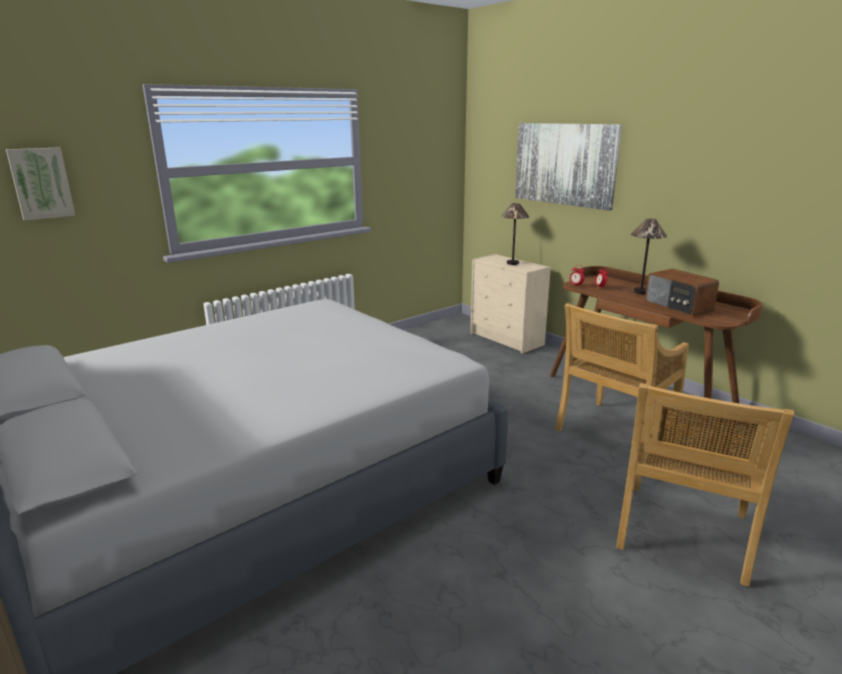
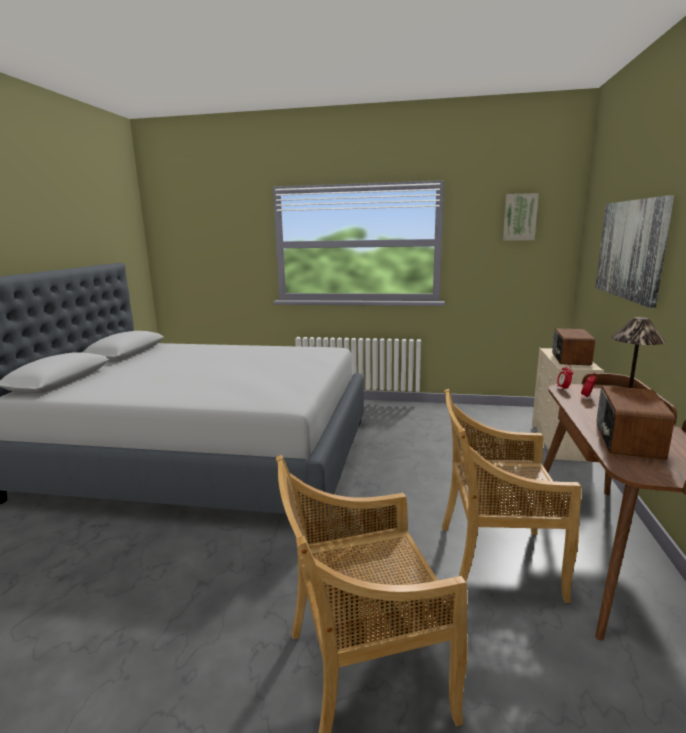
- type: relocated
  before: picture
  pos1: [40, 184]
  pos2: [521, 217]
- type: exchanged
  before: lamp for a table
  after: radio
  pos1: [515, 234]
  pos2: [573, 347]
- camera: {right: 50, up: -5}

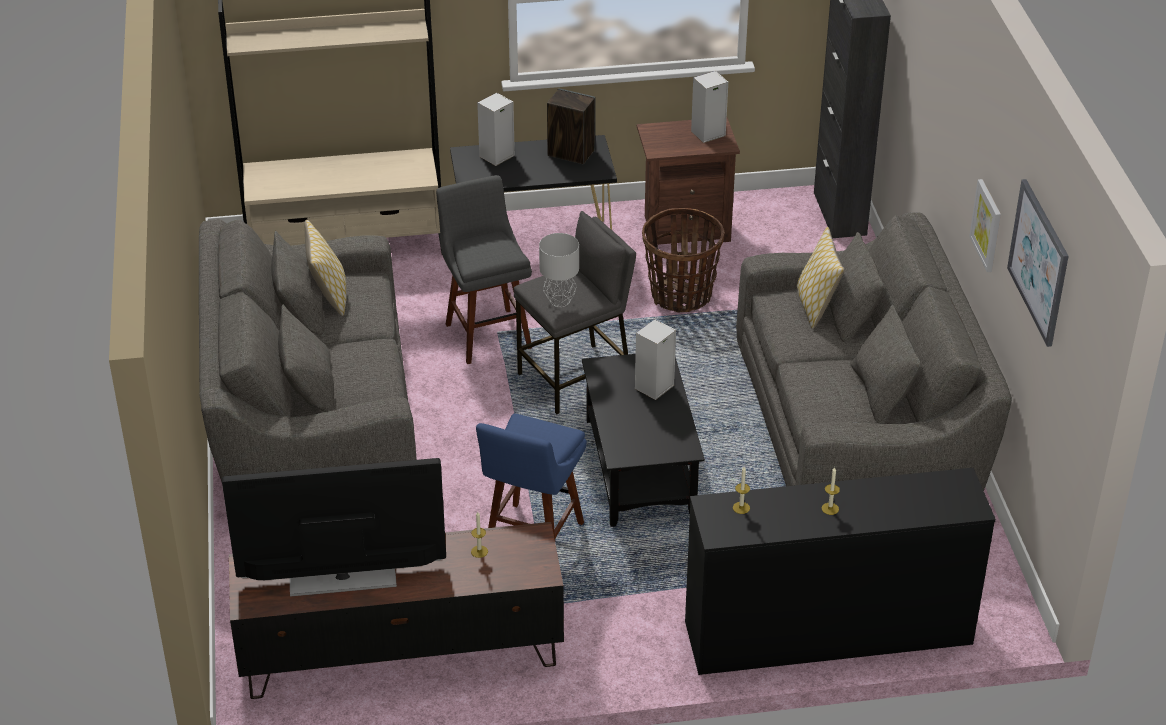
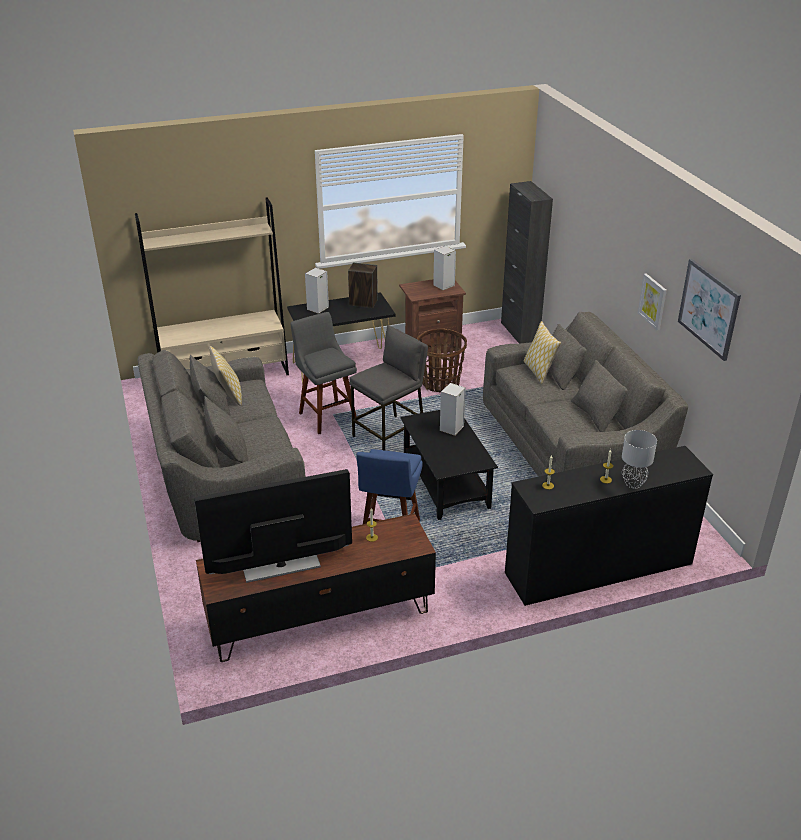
- type: relocated
  before: gray lamp for a table
  pos1: [559, 270]
  pos2: [639, 459]
- camera: {right: -10, up: -5}

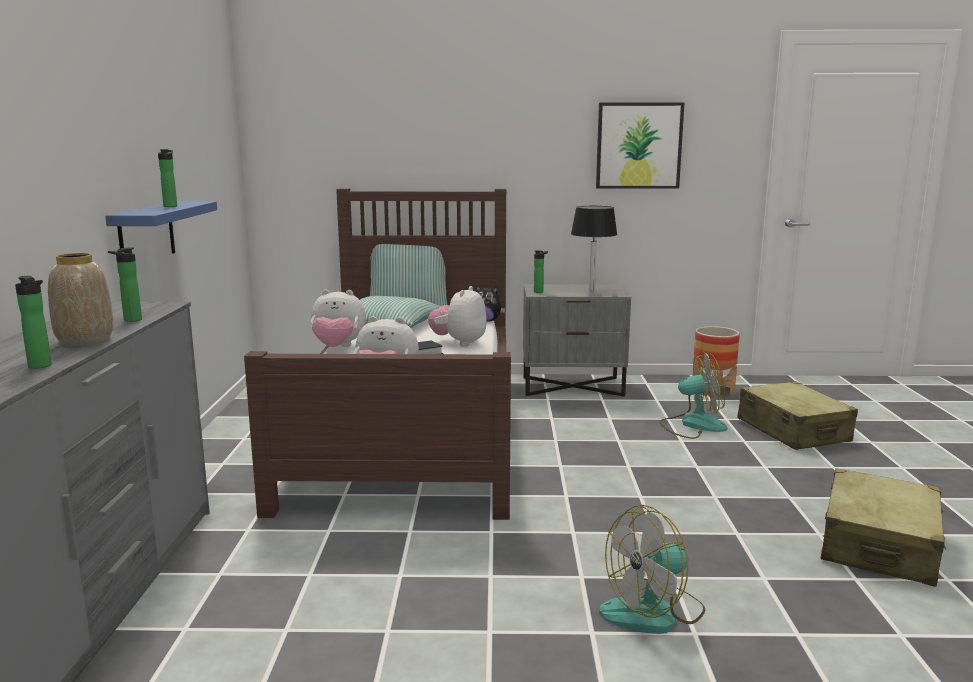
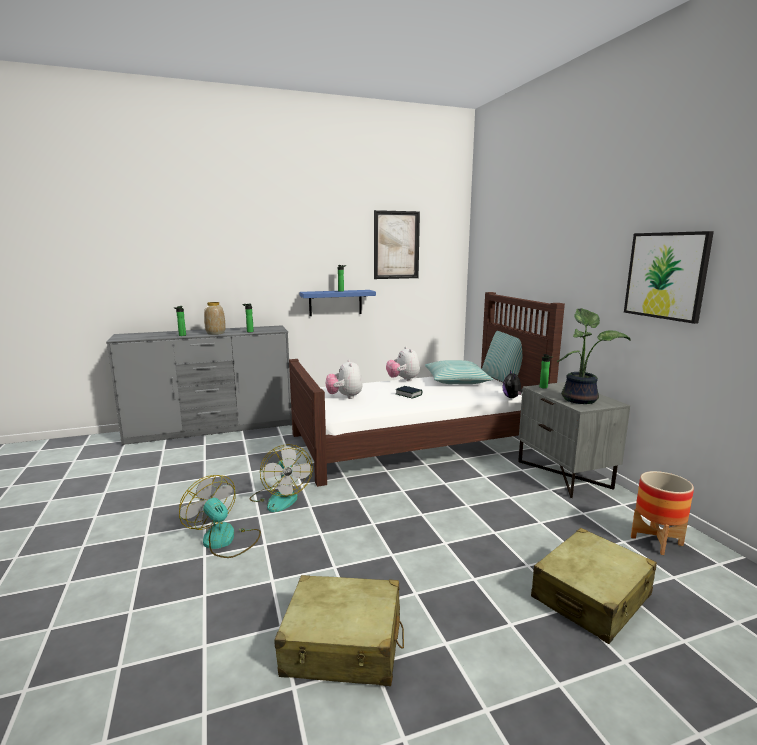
- type: missing
  before: plush toy
  pos1: [457, 316]
- type: appeared
  after: picture
  pos2: [397, 244]
- type: relocated
  before: fan
  pos1: [693, 395]
  pos2: [281, 478]
- type: exchanged
  before: blackish lamp for a table
  after: houseplant
  pos1: [594, 248]
  pos2: [594, 356]
- camera: {right: 70, up: 0}

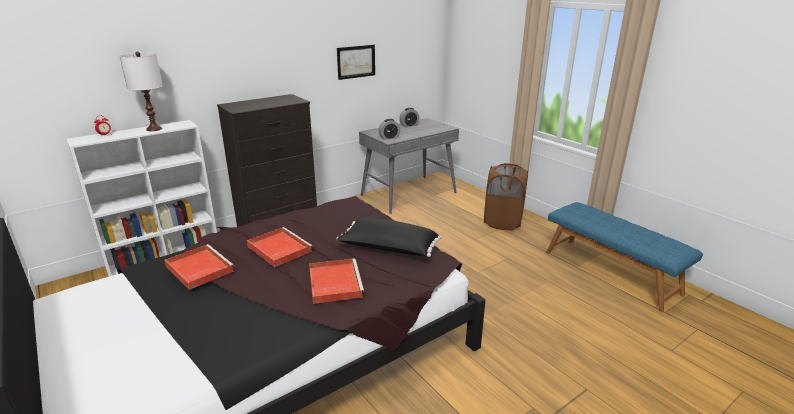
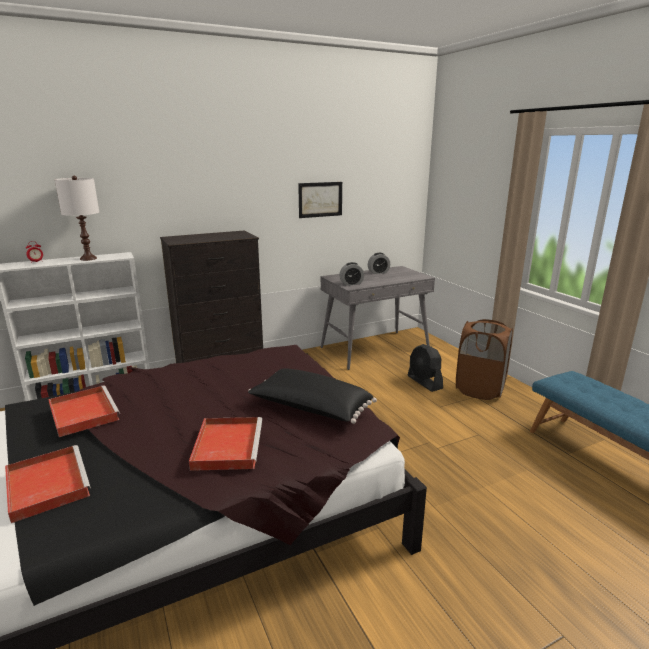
- type: appeared
  after: blackish fan
  pos2: [425, 368]
- type: relocated
  before: red serving tray
  pos1: [280, 247]
  pos2: [48, 484]
- camera: {right: 10, up: -5}

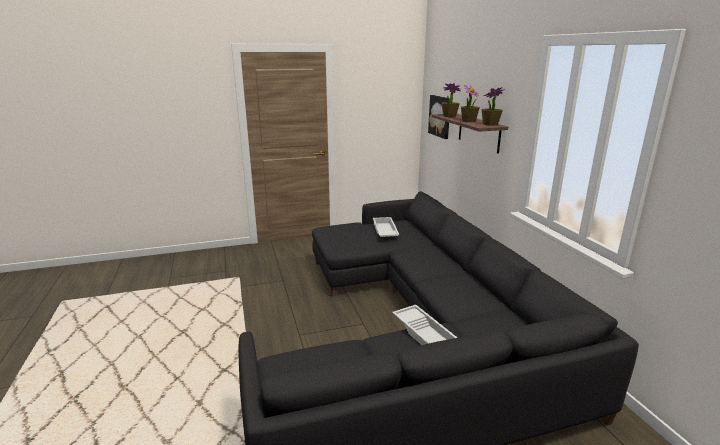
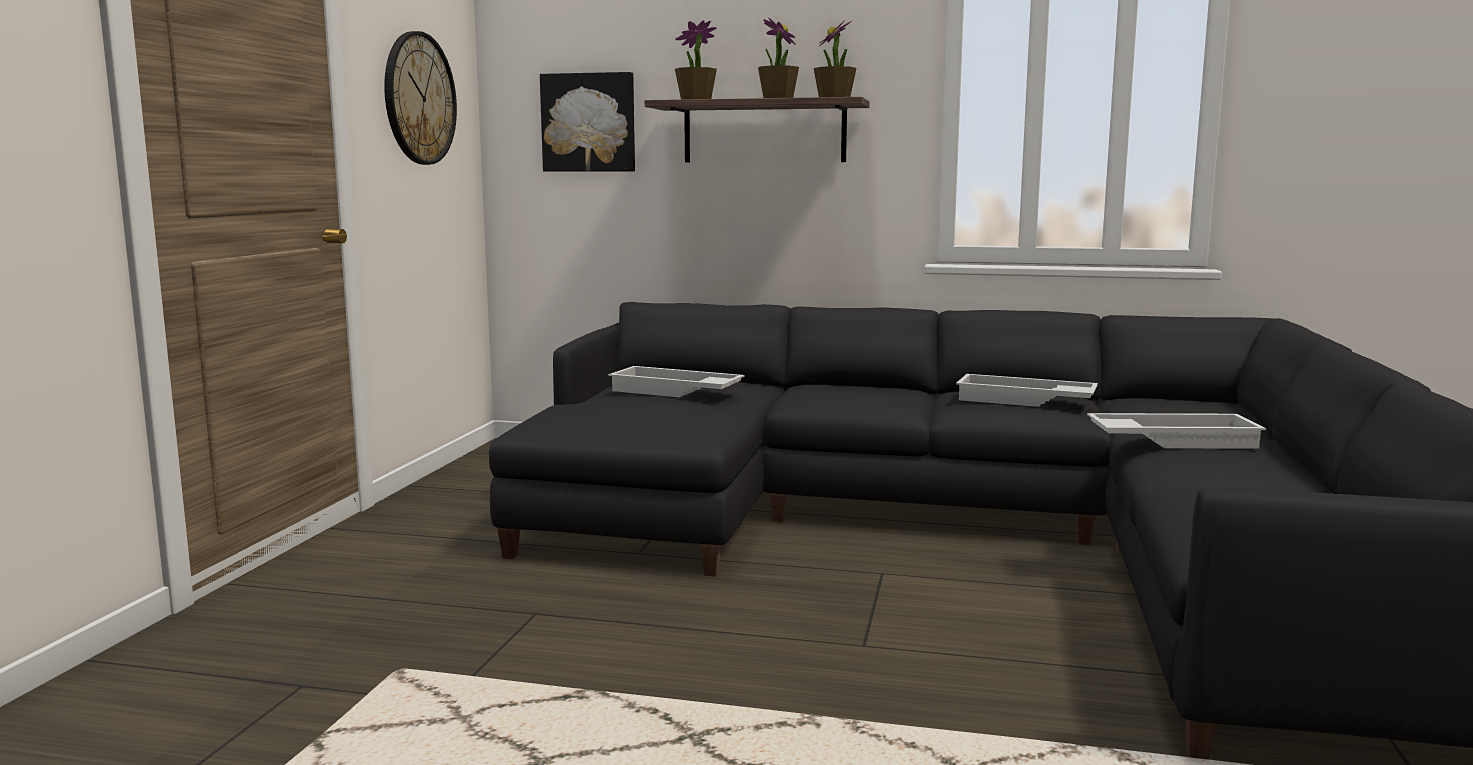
- type: appeared
  after: clock on the wall
  pos2: [420, 98]
- type: appeared
  after: whitish serving tray
  pos2: [1027, 390]
- camera: {right: -60, up: -10}

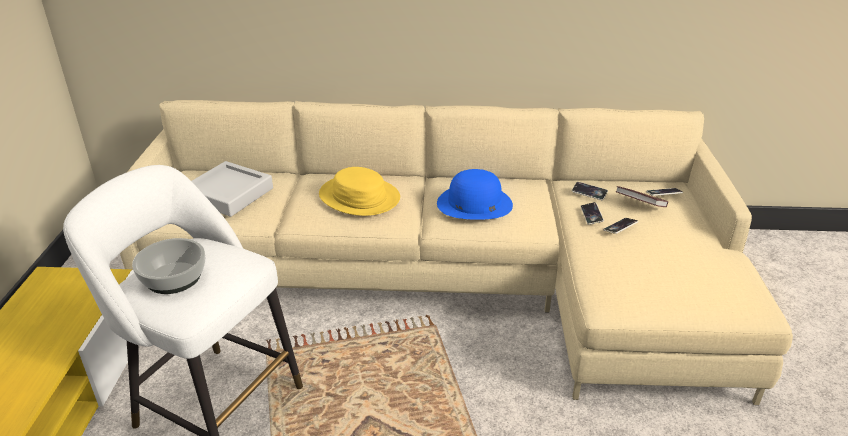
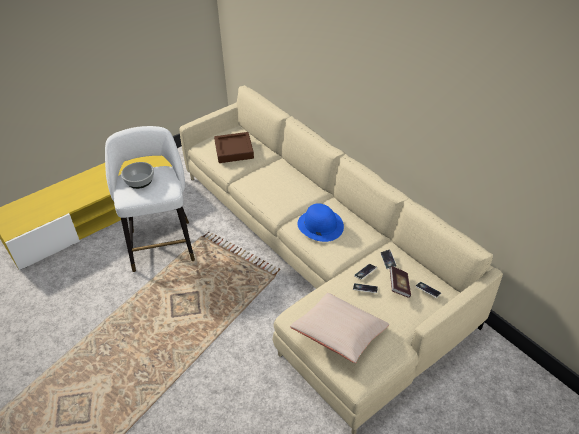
- type: missing
  before: yellow-coloured hat
  pos1: [359, 191]
- type: appeared
  after: sand-coloured pillow
  pos2: [339, 328]
- type: colour
  before: gray serving tray
  after: brownish serving tray
  pos1: [232, 189]
  pos2: [234, 147]
- camera: {right: 50, up: 10}

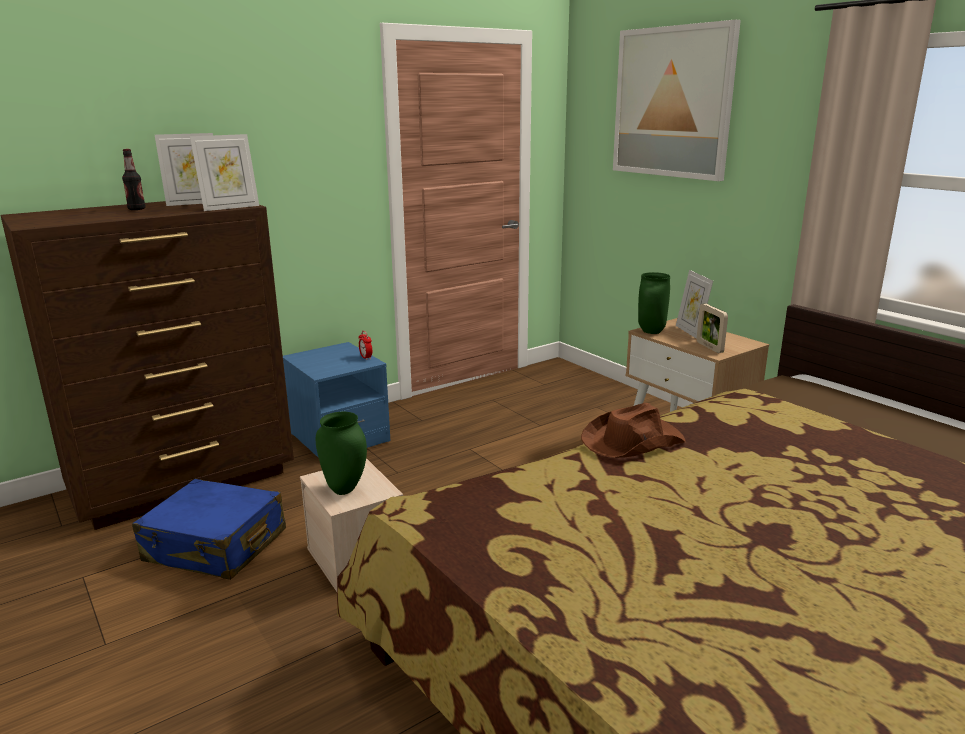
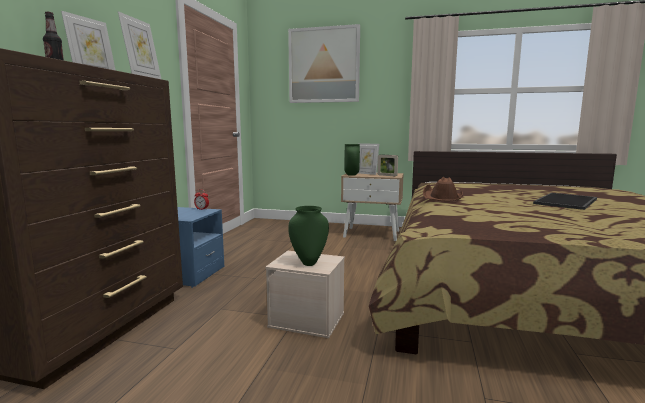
- type: missing
  before: bluish suitcase
  pos1: [209, 529]
- type: appeared
  after: serving tray
  pos2: [565, 201]
- camera: {right: -40, up: -10}

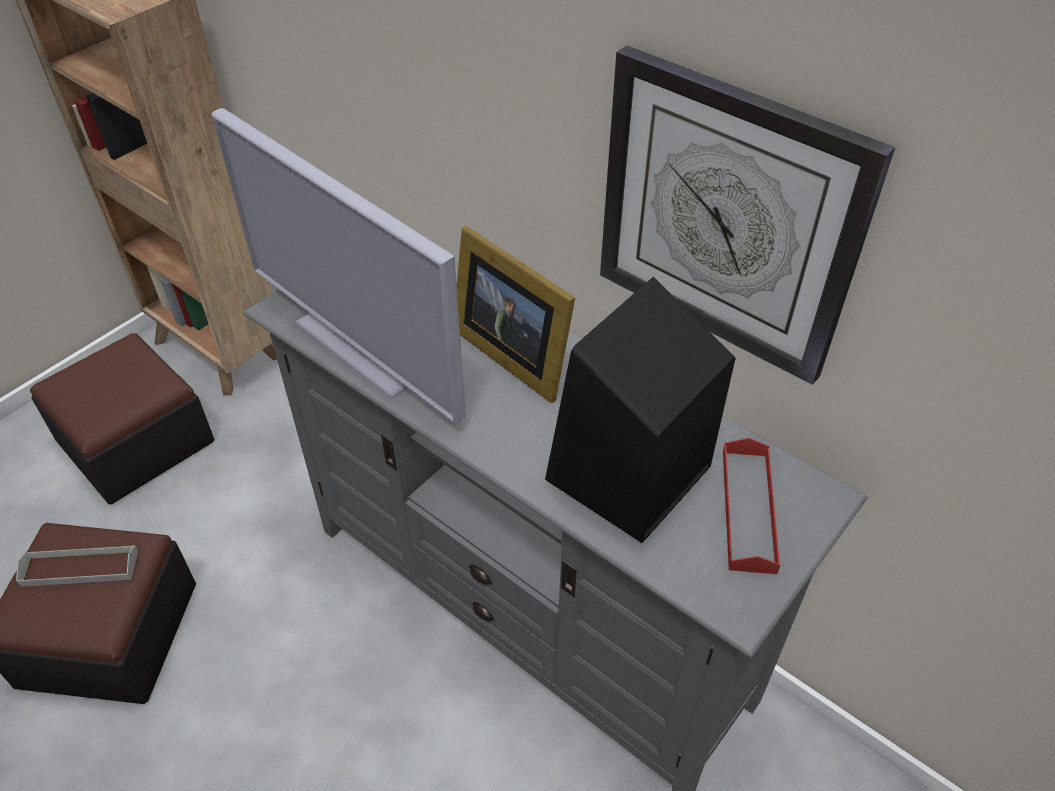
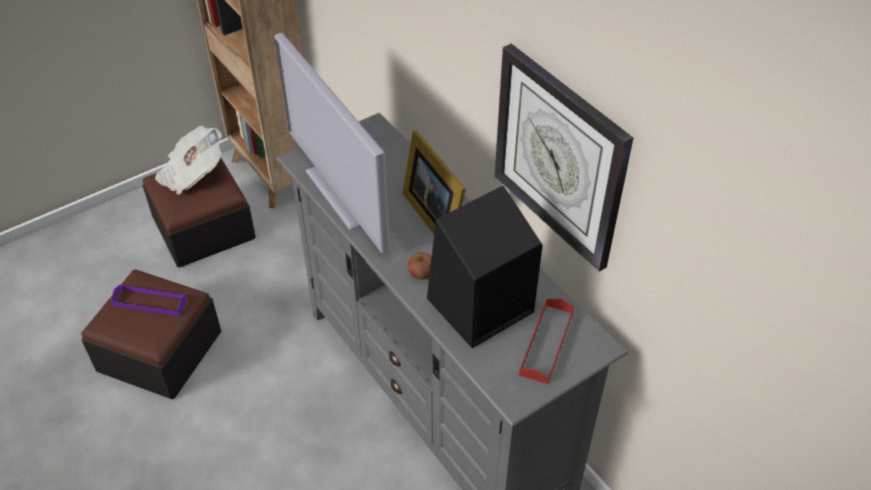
- type: appeared
  after: printed paper
  pos2: [188, 160]
- type: appeared
  after: whole apple
  pos2: [420, 266]
- type: colour
  before: gray serving tray
  after: purplish serving tray
  pos1: [77, 566]
  pos2: [149, 300]
- camera: {right: 15, up: 0}

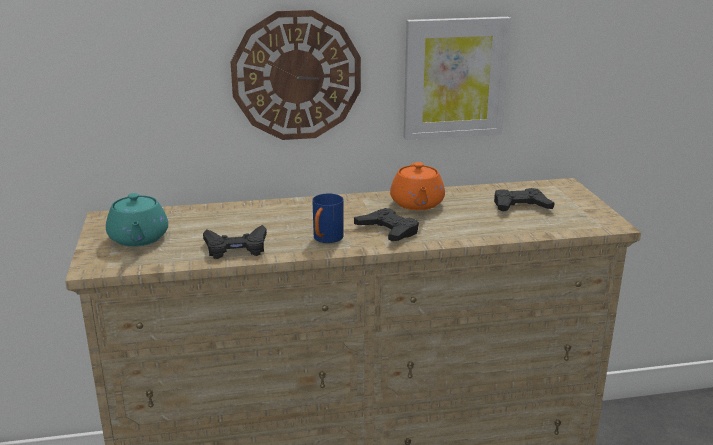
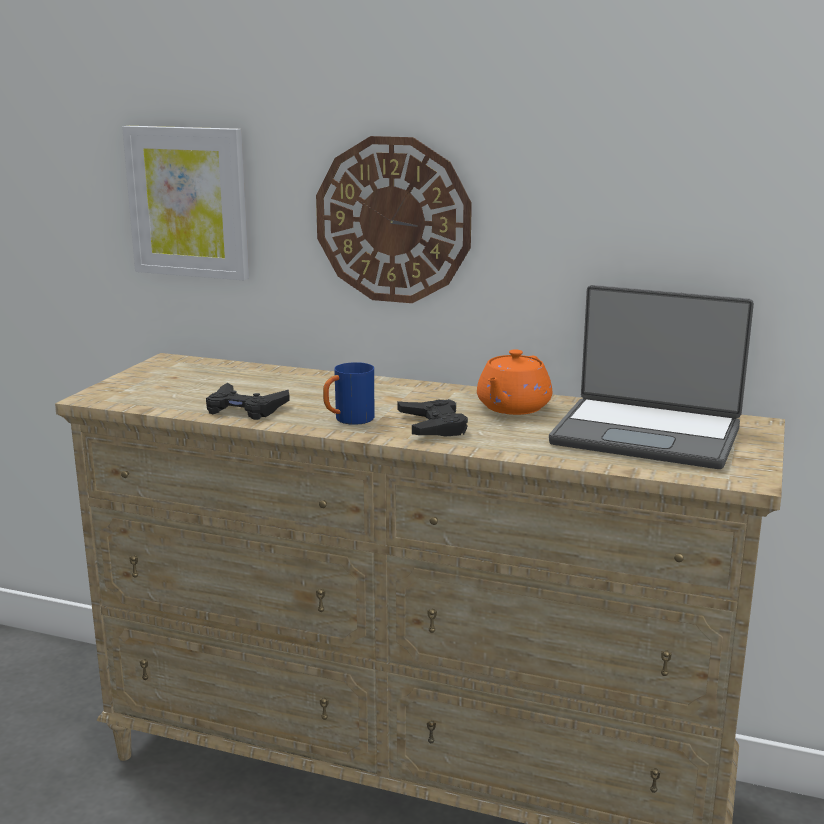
- type: missing
  before: turquoise-coloured teapot
  pos1: [137, 220]
- type: relocated
  before: picture
  pos1: [457, 78]
  pos2: [185, 203]
- type: exchanged
  before: blackish game controller
  after: laptop
  pos1: [524, 199]
  pos2: [651, 377]
- camera: {right: 30, up: -5}

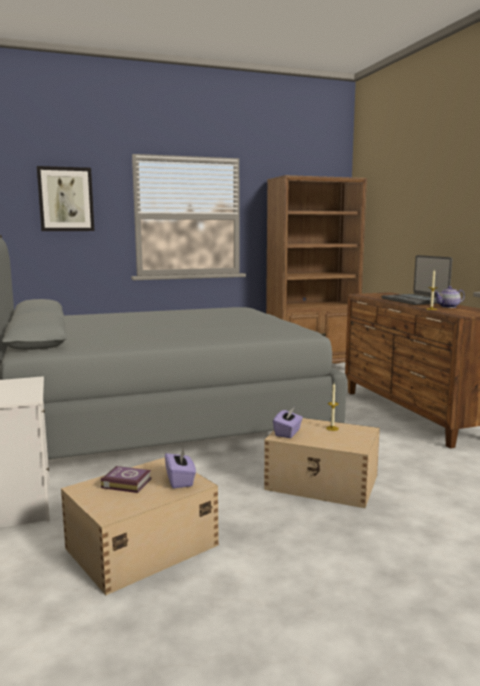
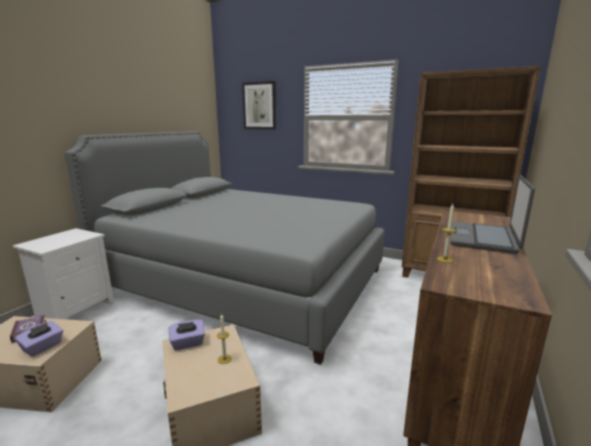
- type: missing
  before: teapot
  pos1: [449, 297]
- camera: {right: 45, up: 5}

